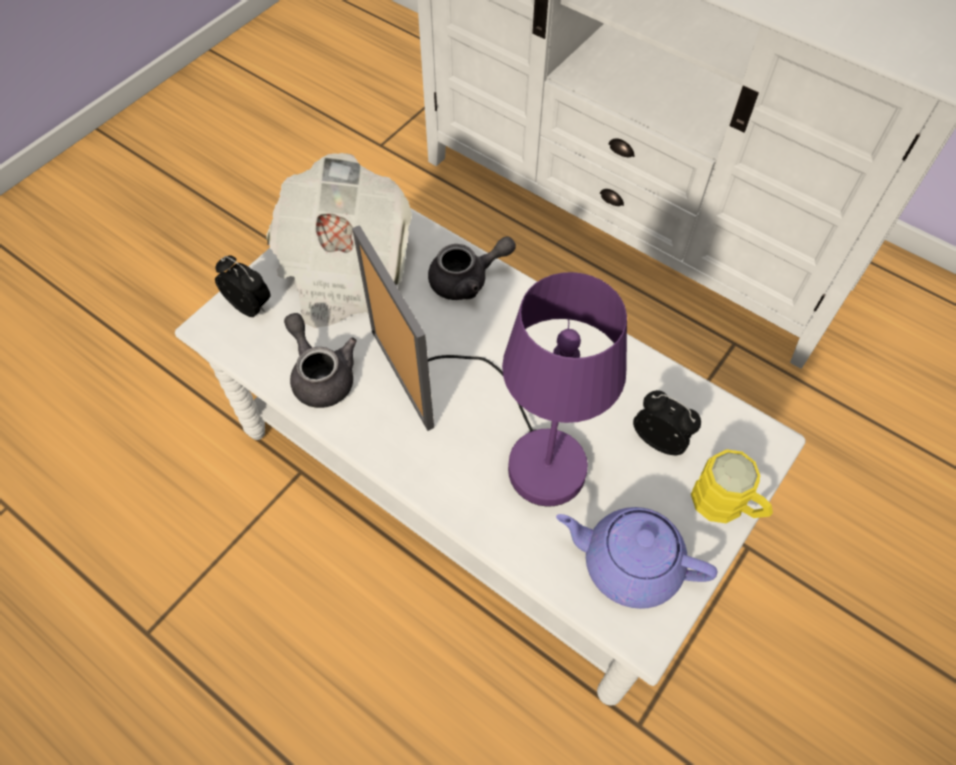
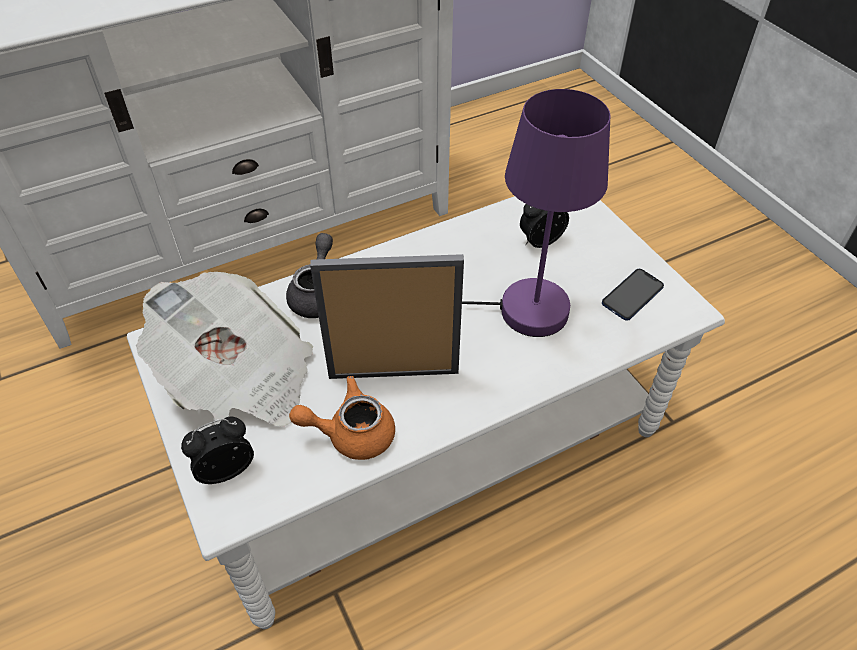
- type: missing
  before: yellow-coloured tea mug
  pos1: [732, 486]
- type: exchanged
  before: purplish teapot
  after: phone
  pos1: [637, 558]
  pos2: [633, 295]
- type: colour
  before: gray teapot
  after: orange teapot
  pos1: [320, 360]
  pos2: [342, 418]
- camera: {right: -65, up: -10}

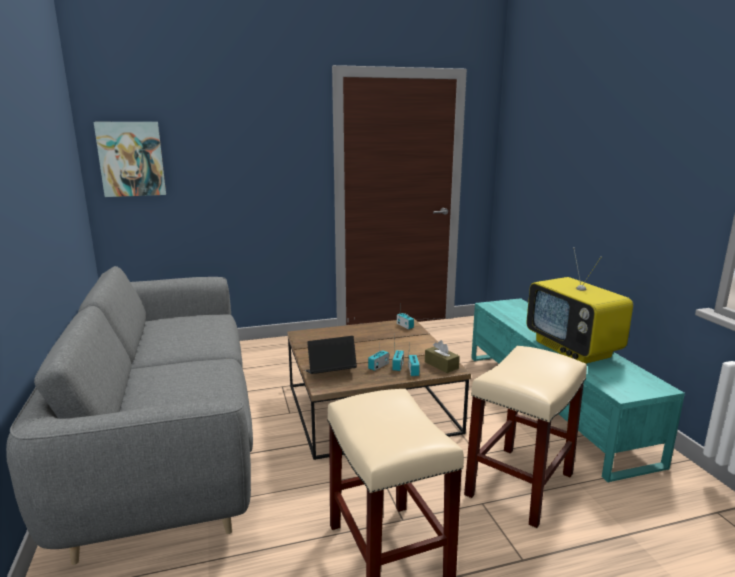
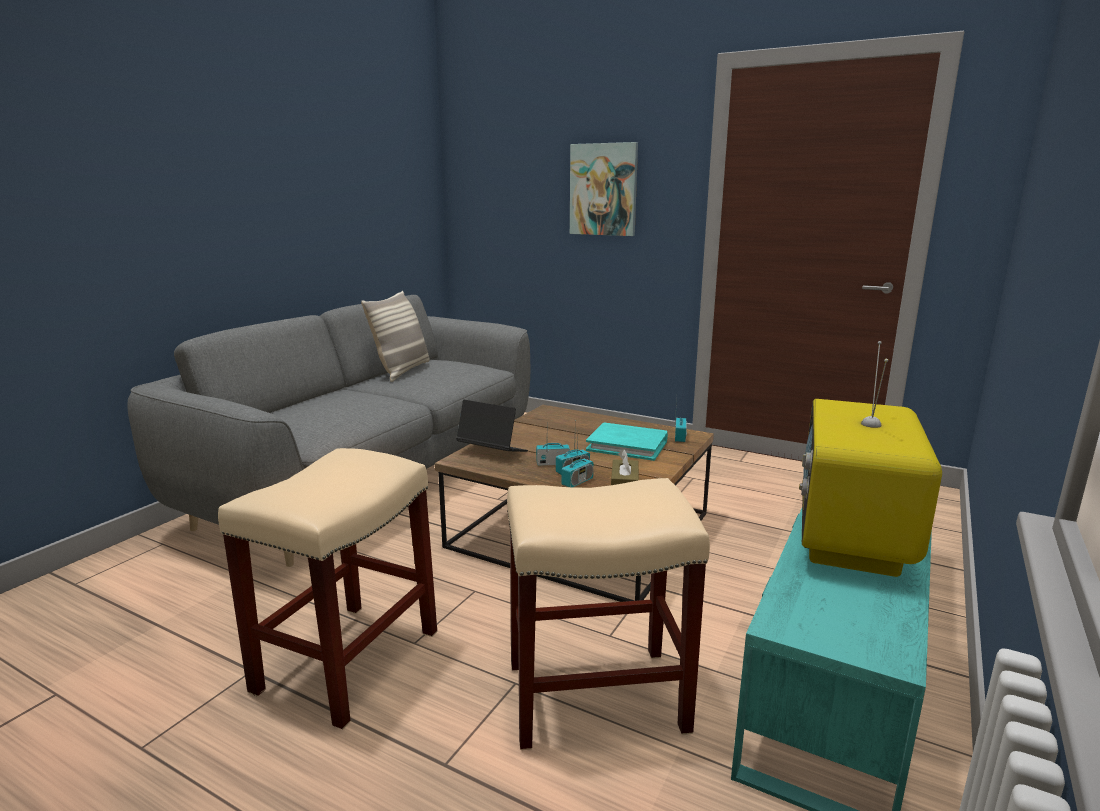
- type: appeared
  after: pillow
  pos2: [395, 336]
- type: appeared
  after: turquoise-coloured book
  pos2: [627, 441]
- type: relocated
  before: picture
  pos1: [130, 159]
  pos2: [604, 189]
- camera: {right: 45, up: 0}

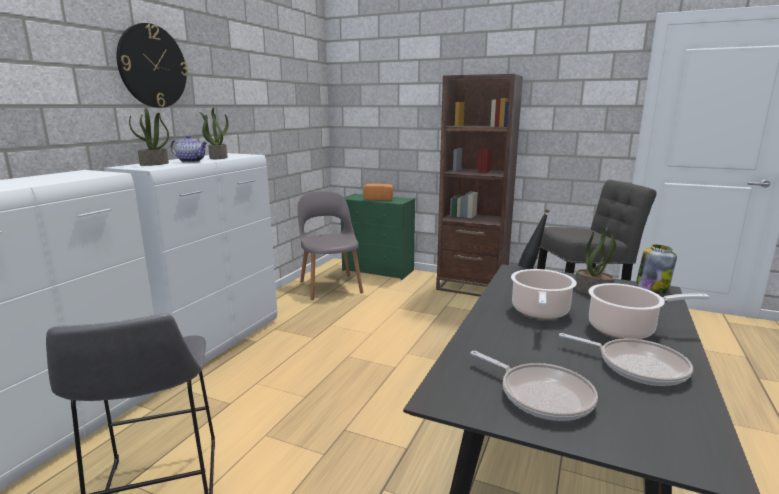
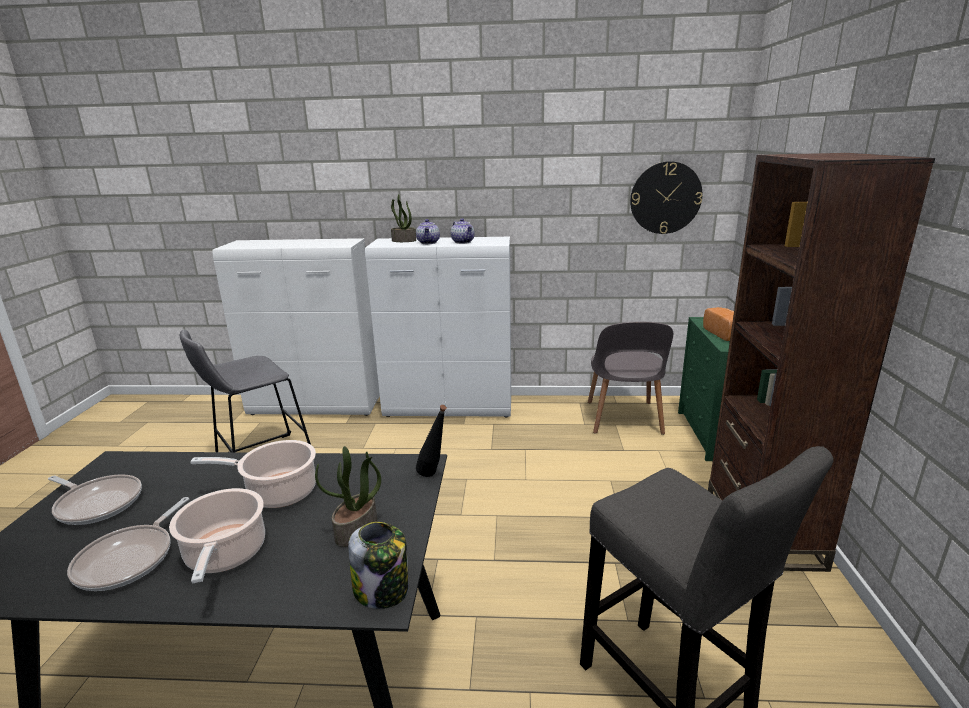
- type: relocated
  before: clock on the wall
  pos1: [152, 65]
  pos2: [666, 197]
- type: exchanged
  before: houseplant
  after: teapot
  pos1: [214, 133]
  pos2: [463, 231]
- type: spun
  before: gray chair
  pos1: [330, 245]
  pos2: [630, 378]
  turn: 135
- type: spun
  before: pan
  pos1: [534, 386]
  pos2: [95, 499]
  turn: -90
- camera: {right: 70, up: 5}

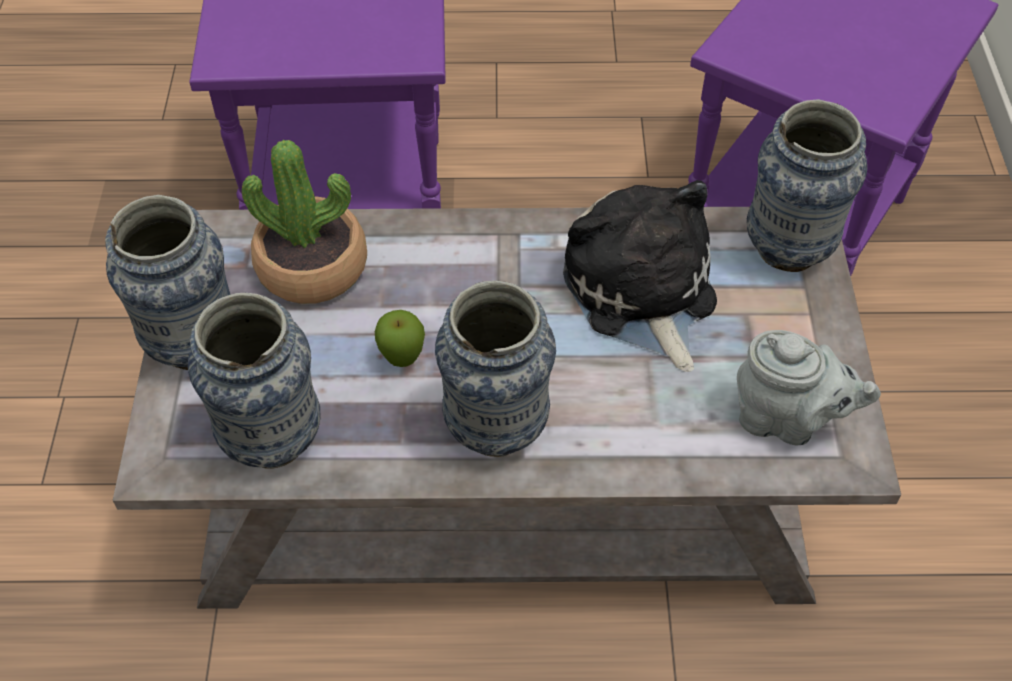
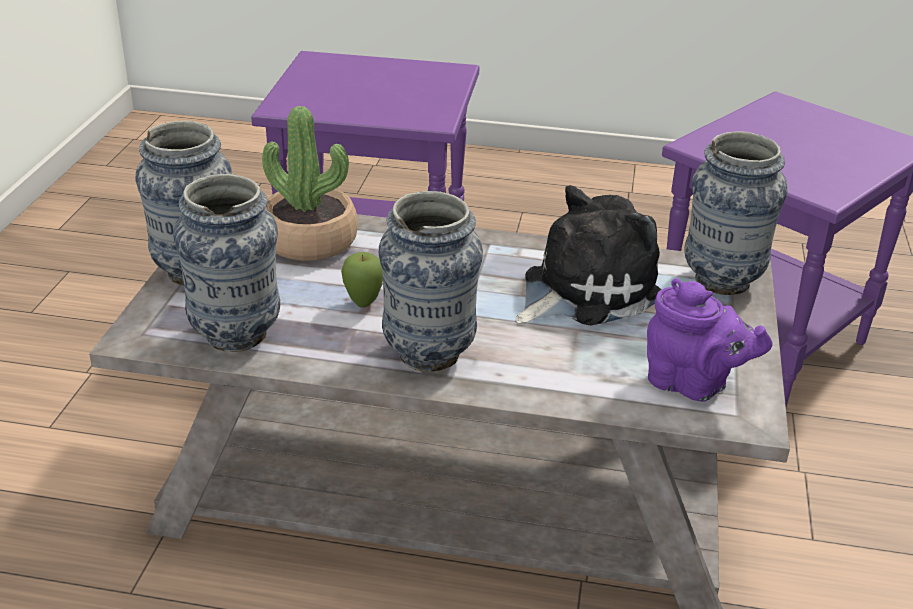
- type: colour
  before: gray teapot
  after: purplish teapot
  pos1: [809, 388]
  pos2: [709, 339]
- type: spun
  before: plush toy
  pos1: [640, 276]
  pos2: [588, 255]
  turn: 60
- camera: {right: 10, up: -20}

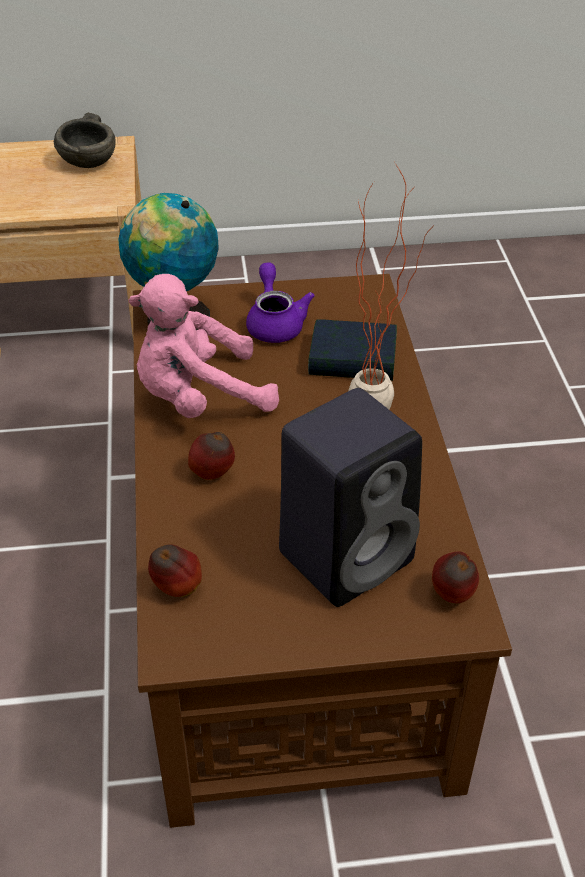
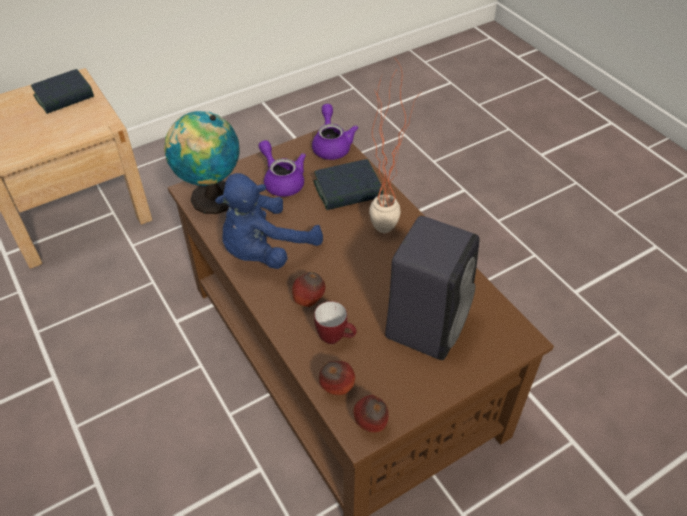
- type: appeared
  after: purplish teapot
  pos2: [335, 132]
- type: appeared
  after: tea mug
  pos2: [335, 322]
- type: relocated
  before: whole apple
  pos1: [455, 577]
  pos2: [370, 414]
- type: exchanged
  before: gray bowl
  after: book
  pos1: [85, 140]
  pos2: [62, 91]
- type: colour
  before: pinkish plush toy
  after: bluish plush toy
  pos1: [204, 346]
  pos2: [269, 221]
- camera: {right: -25, up: 5}

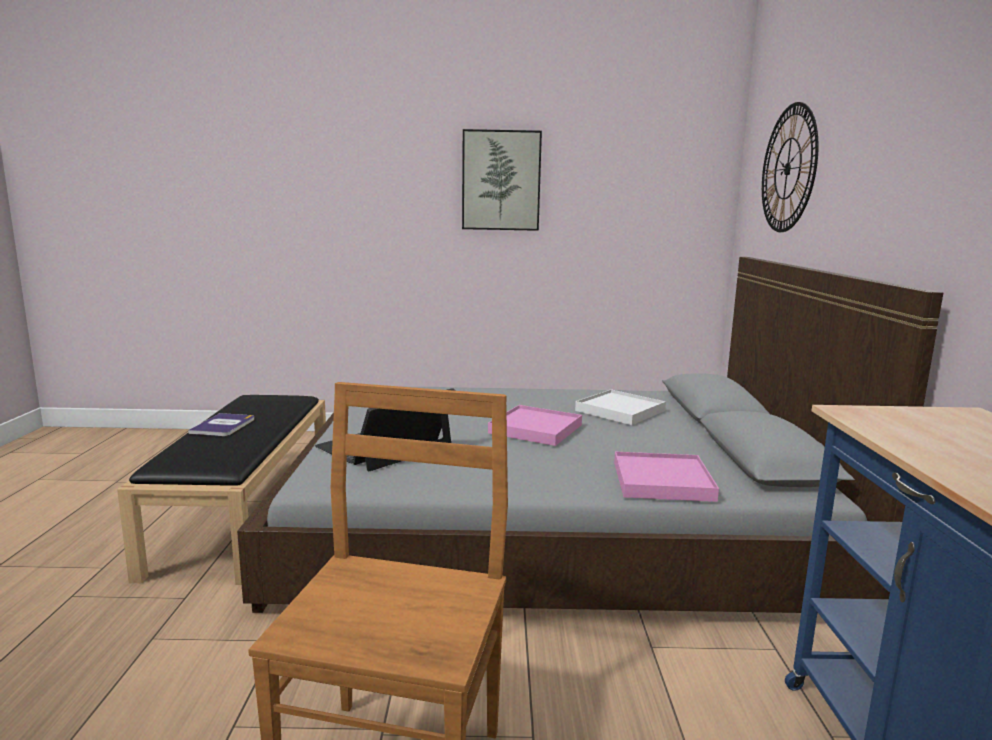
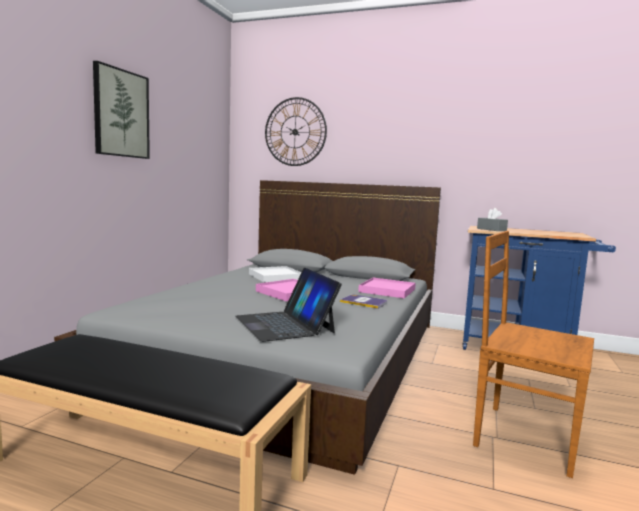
- type: appeared
  after: gray tissue holder
  pos2: [492, 219]
- type: relocated
  before: book
  pos1: [221, 424]
  pos2: [363, 301]
- camera: {right: -70, up: -5}

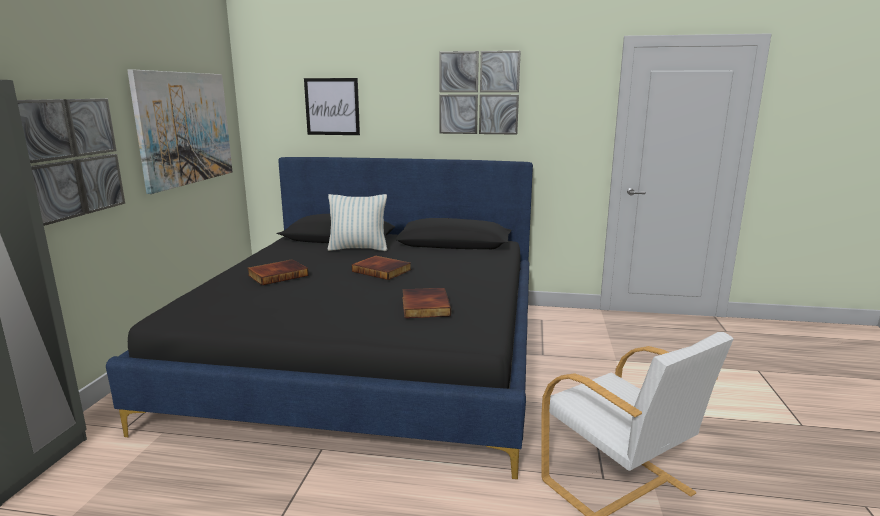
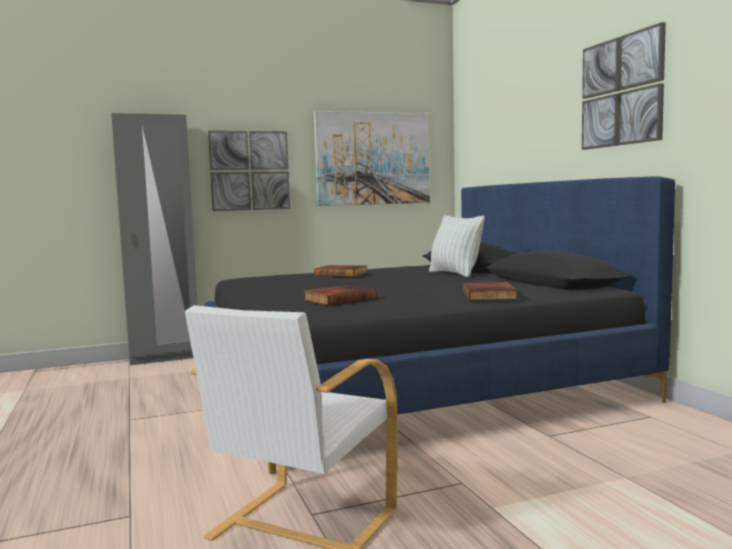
- type: missing
  before: picture
  pos1: [332, 106]
- type: relocated
  before: book
  pos1: [381, 267]
  pos2: [490, 291]
- camera: {right: 60, up: -10}

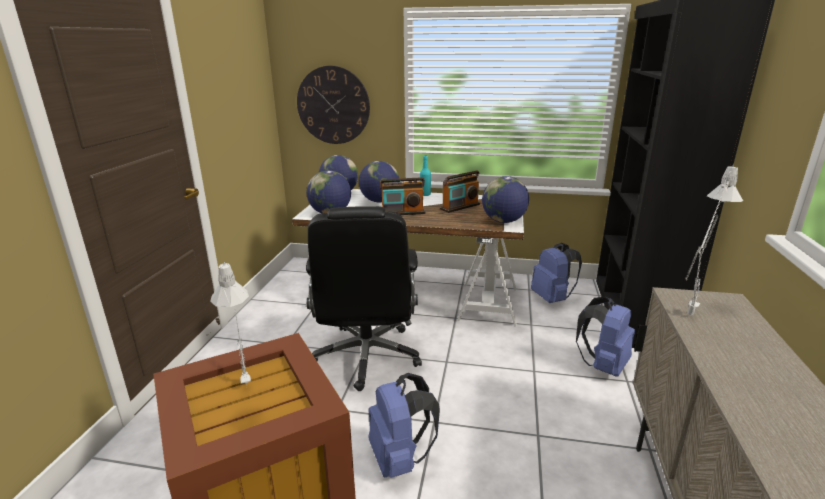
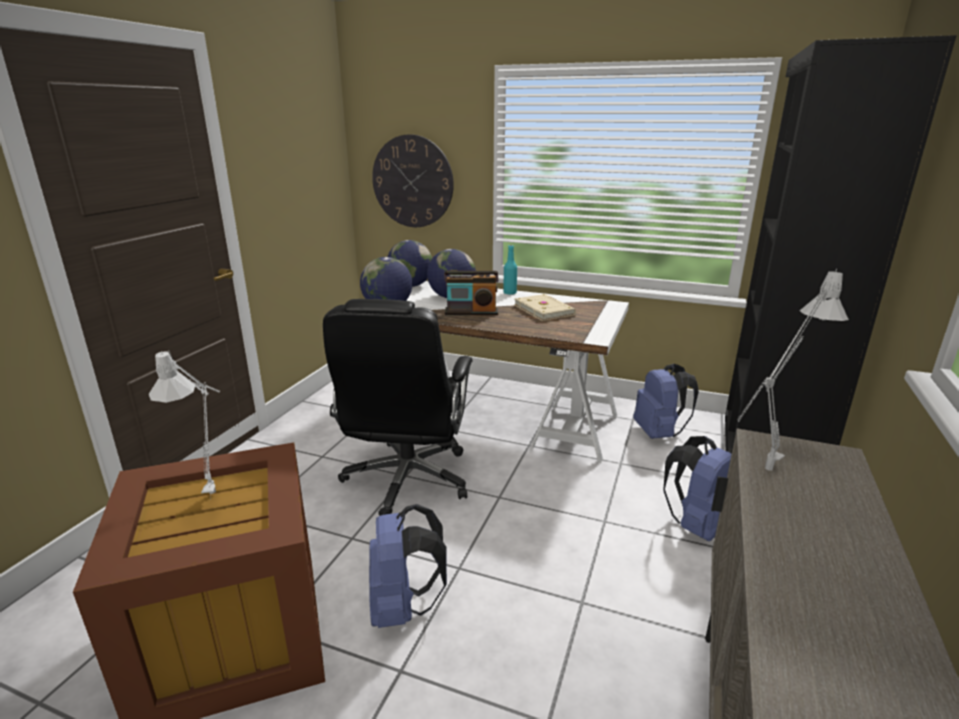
- type: missing
  before: globe
  pos1: [505, 199]
- type: exchanged
  before: radio
  after: sand-coloured book
  pos1: [460, 191]
  pos2: [545, 307]
- camera: {right: 10, up: 0}

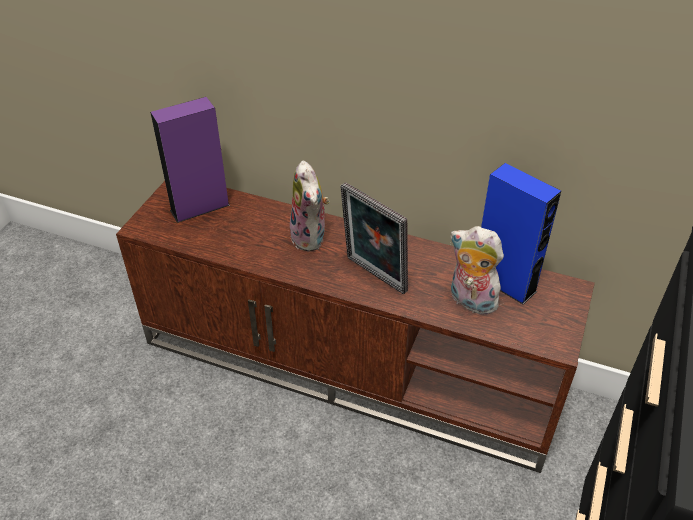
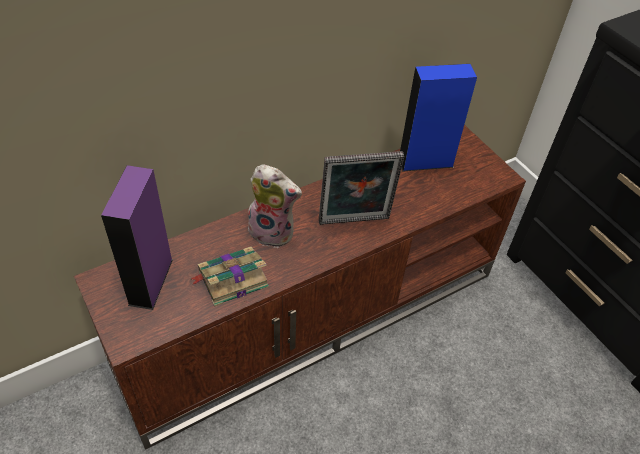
- type: missing
  before: plush toy
  pos1: [477, 270]
- type: appeared
  after: book
  pos2: [230, 277]
- camera: {right: -55, up: 5}

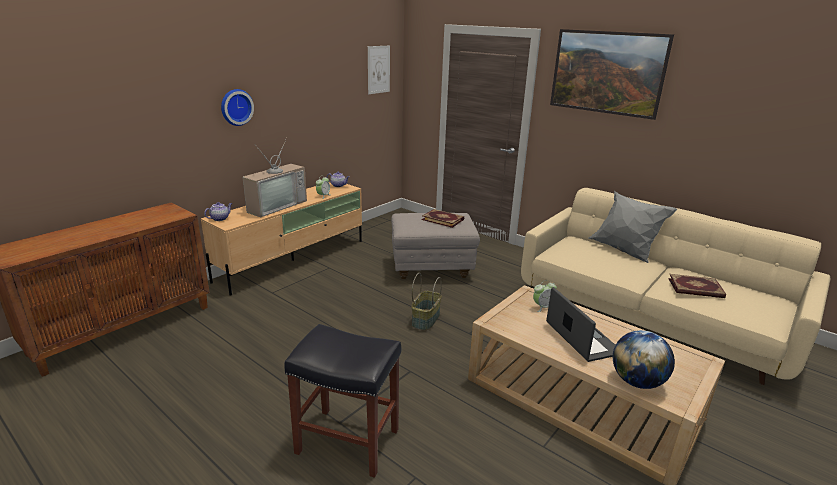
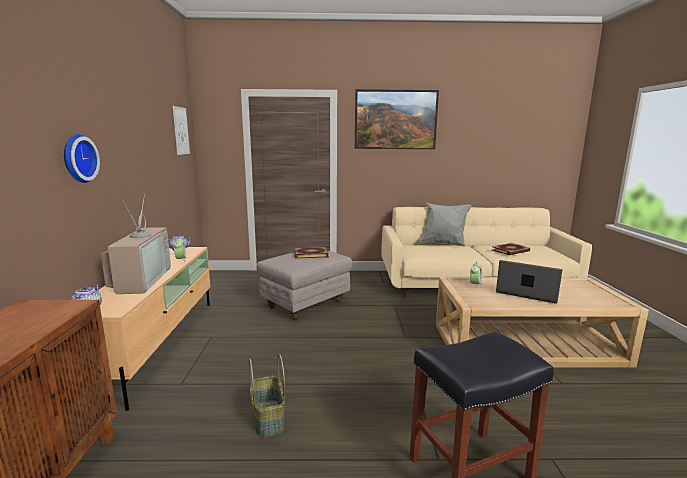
- type: missing
  before: globe
  pos1: [644, 359]
- type: relocated
  before: storage basket
  pos1: [426, 301]
  pos2: [267, 395]
- camera: {right: -40, up: -10}

